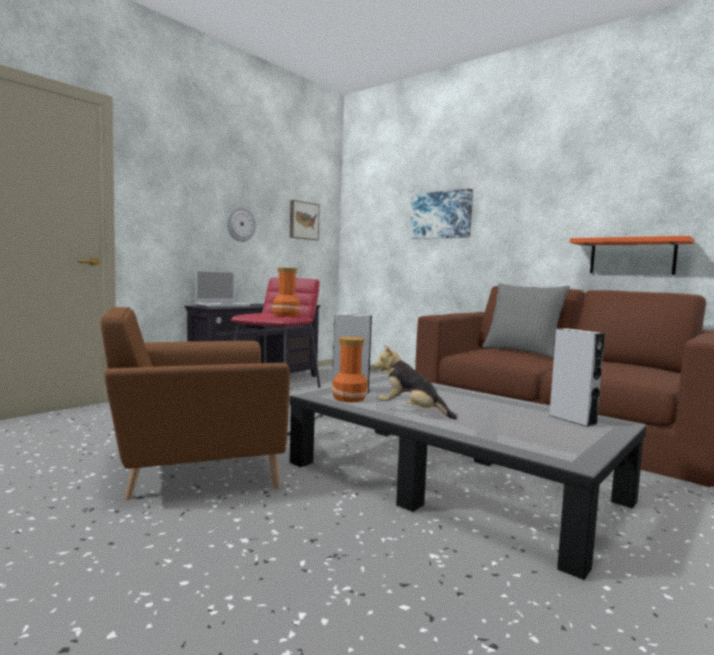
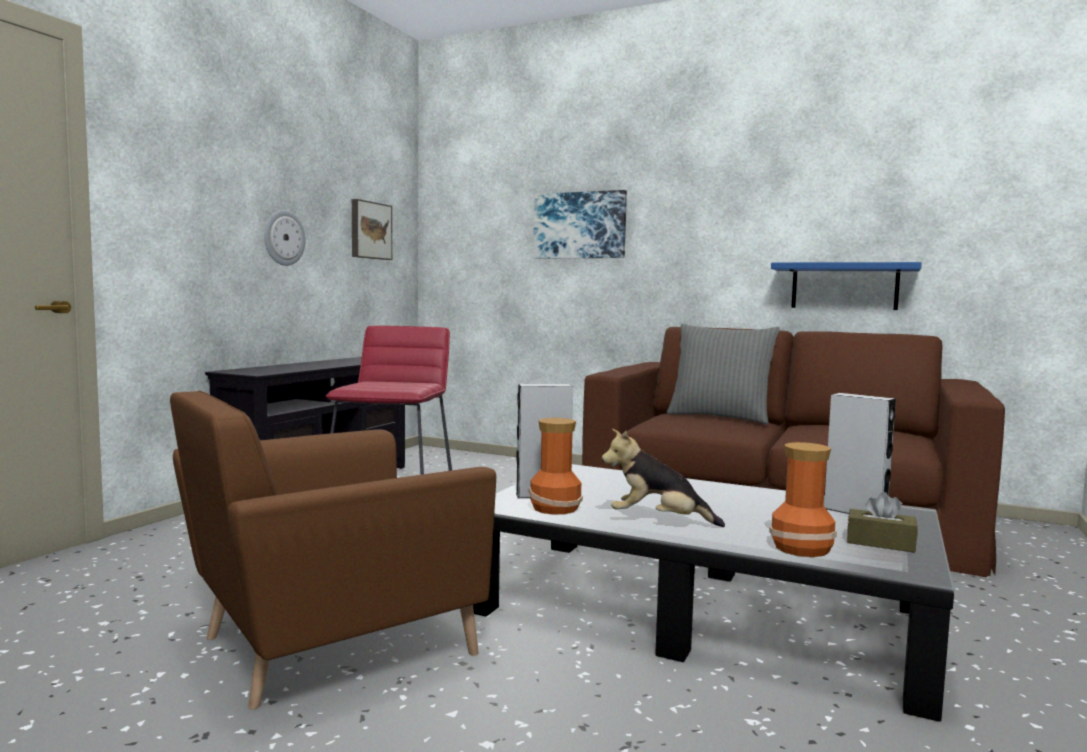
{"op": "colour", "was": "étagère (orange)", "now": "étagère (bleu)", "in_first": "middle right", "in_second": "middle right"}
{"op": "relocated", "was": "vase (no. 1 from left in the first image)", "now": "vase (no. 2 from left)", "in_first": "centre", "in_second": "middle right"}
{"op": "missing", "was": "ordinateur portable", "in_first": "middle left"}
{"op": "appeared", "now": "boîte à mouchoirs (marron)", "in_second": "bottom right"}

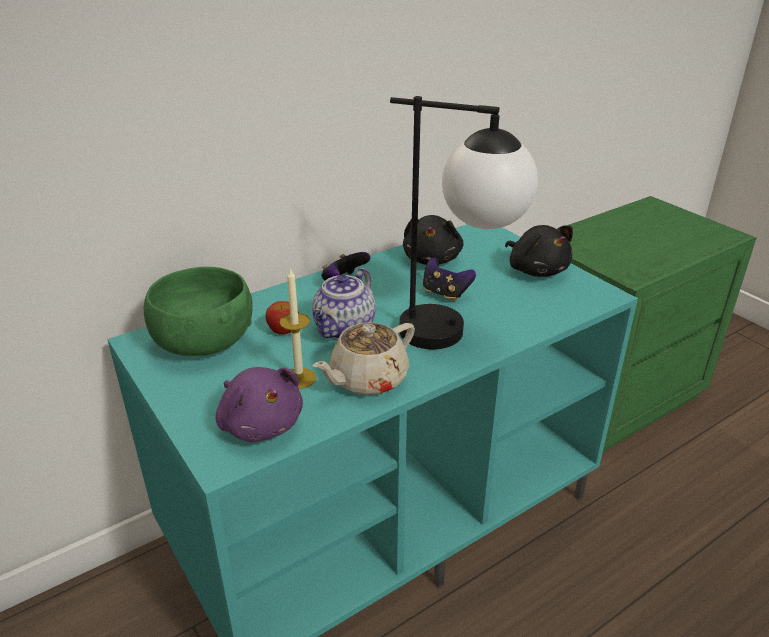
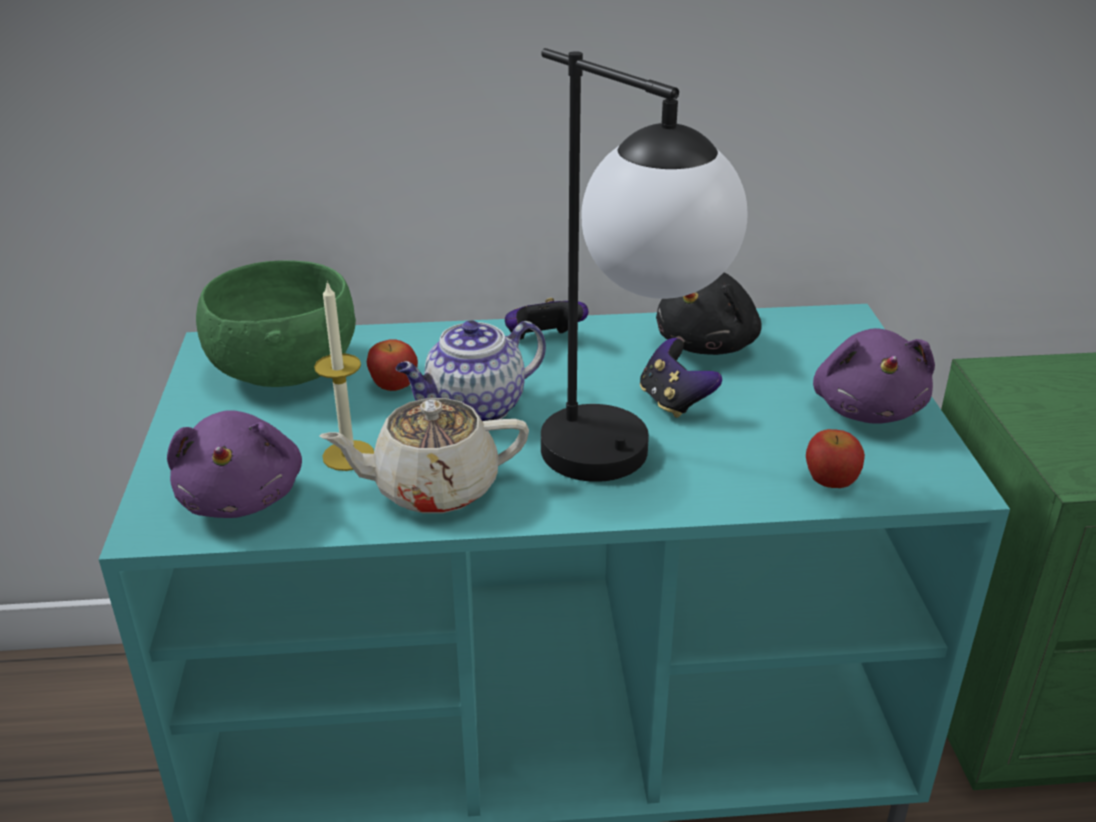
{"op": "colour", "was": "peluche (noir) (no. 2 from left)", "now": "peluche (violet) (no. 2 from left)", "in_first": "middle right", "in_second": "middle right"}
{"op": "appeared", "now": "pomme (no. 2 from left)", "in_second": "middle right"}

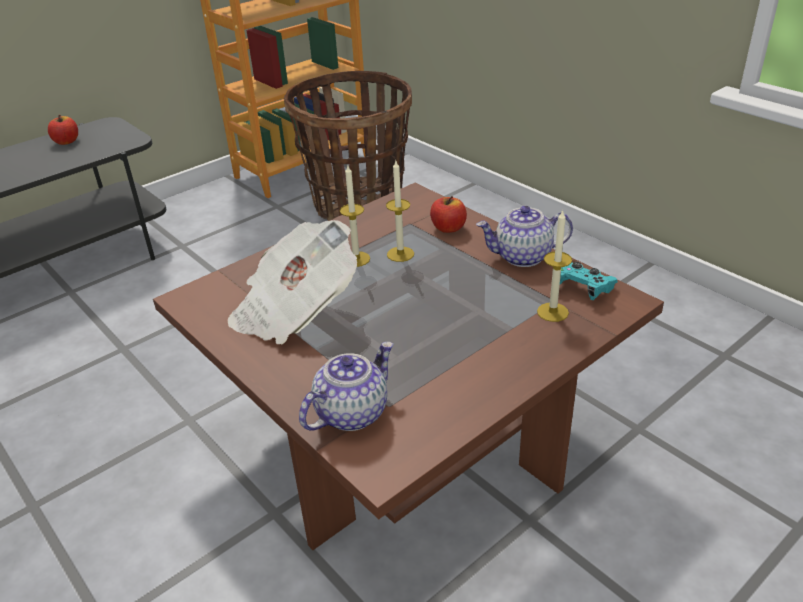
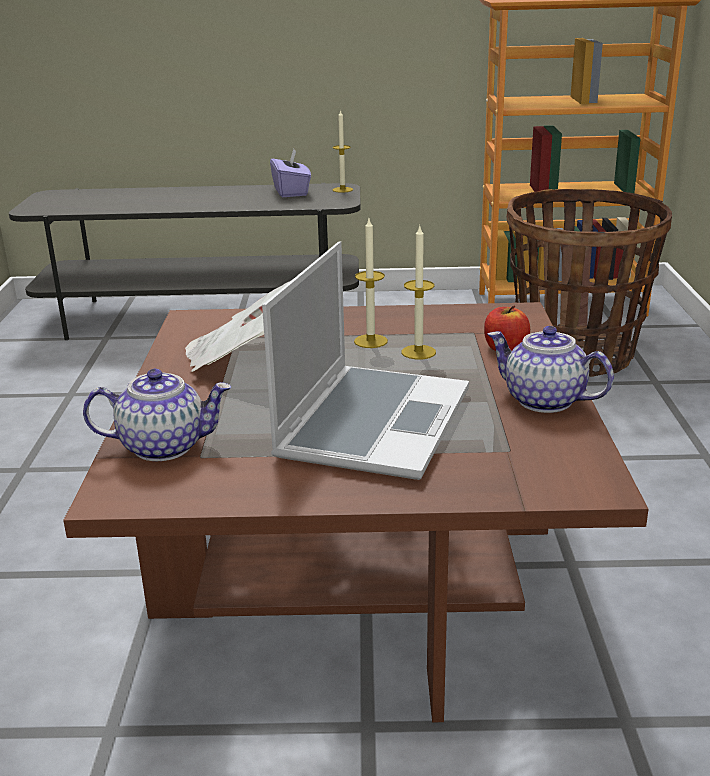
{"op": "exchanged", "was": "pomme (no. 1 from left)", "now": "boîte à mouchoirs (violet)", "in_first": "top left", "in_second": "top centre"}
{"op": "relocated", "was": "bougie (no. 3 from left in the first image)", "now": "bougie (no. 1 from left)", "in_first": "middle right", "in_second": "top centre"}
{"op": "missing", "was": "manette (turquoise)", "in_first": "middle right"}
{"op": "appeared", "now": "ordinateur portable", "in_second": "centre"}

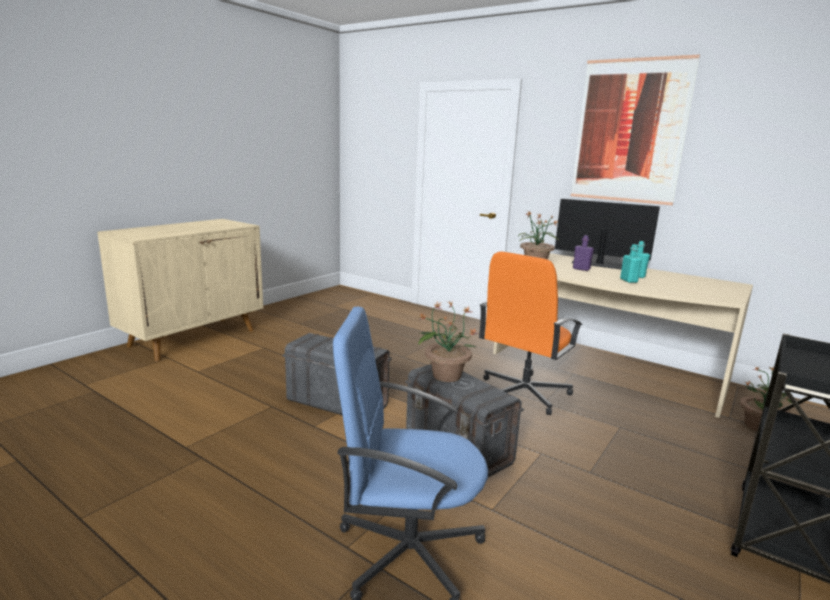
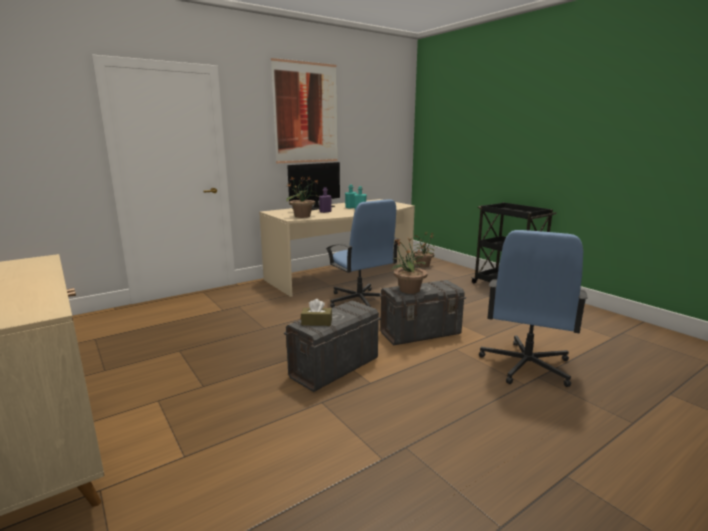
{"op": "colour", "was": "chaise de bureau (orange)", "now": "chaise de bureau (bleu) (no. 1 from left)", "in_first": "centre", "in_second": "centre"}
{"op": "appeared", "now": "boîte à mouchoirs (marron)", "in_second": "centre"}

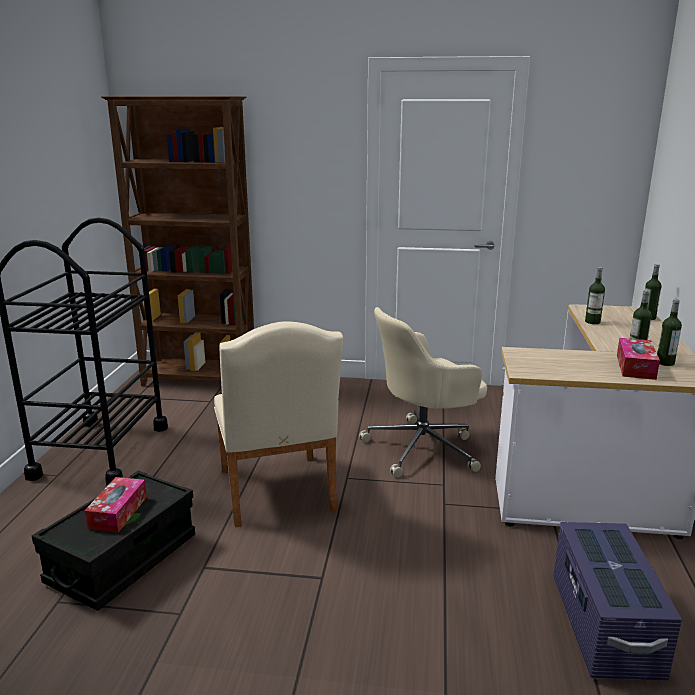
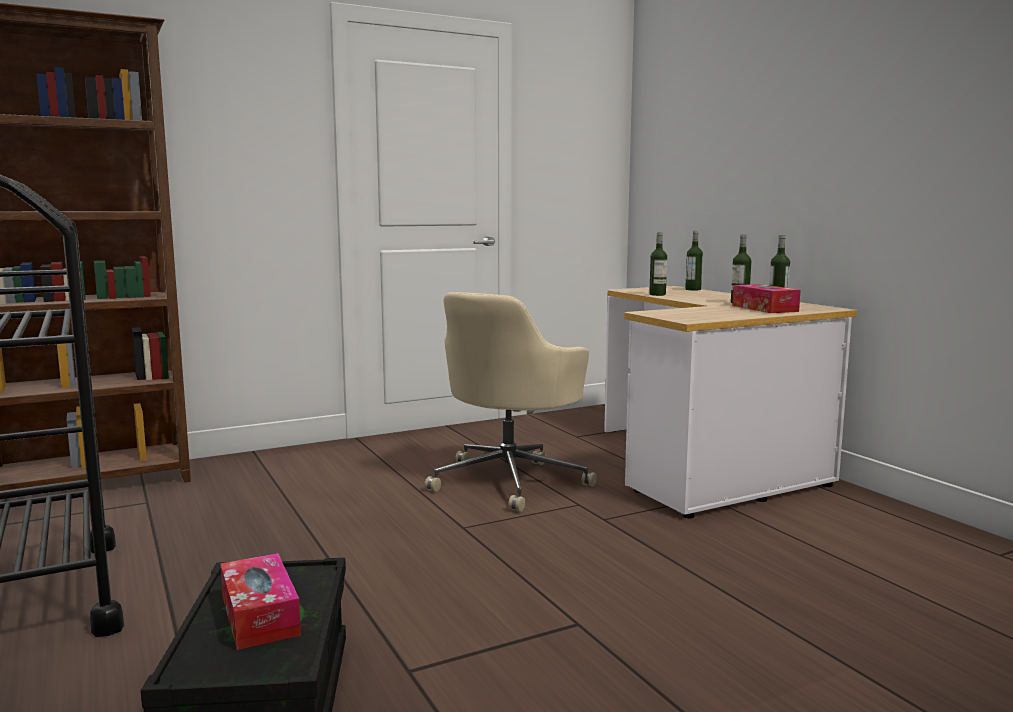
{"op": "missing", "was": "chaise (beige)", "in_first": "centre"}
{"op": "missing", "was": "boîte de rangement (violet)", "in_first": "bottom right"}

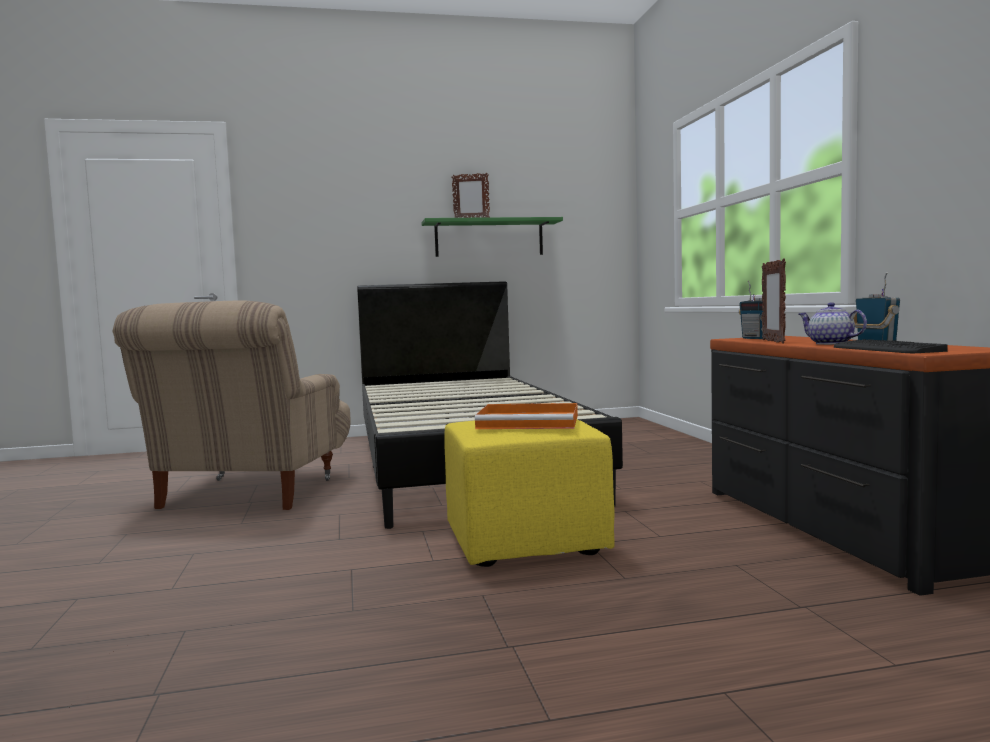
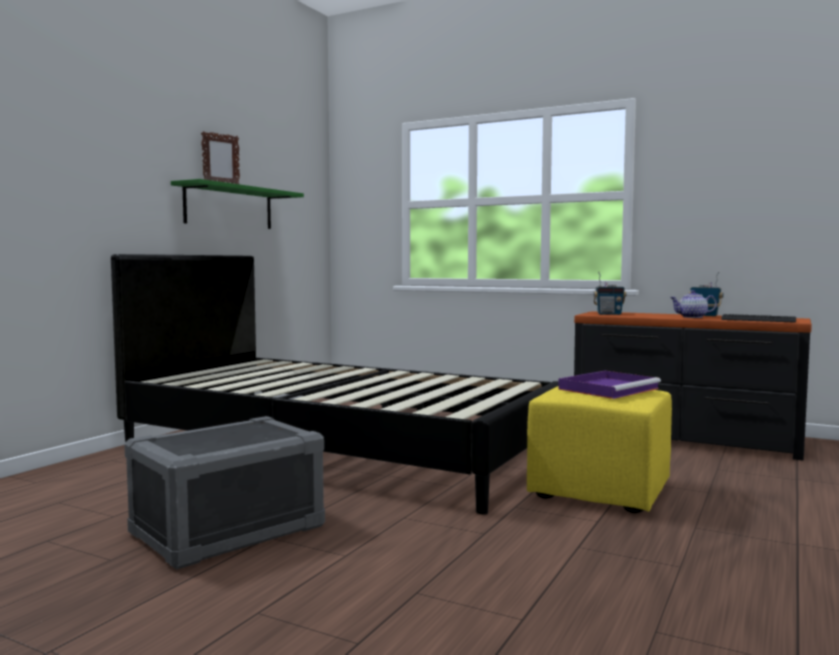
{"op": "missing", "was": "cadre photo (no. 2 from left)", "in_first": "middle right"}
{"op": "exchanged", "was": "fauteuil (beige)", "now": "boîte de rangement (gris)", "in_first": "middle left", "in_second": "bottom left"}
{"op": "colour", "was": "plateau (orange)", "now": "plateau (violet)", "in_first": "centre", "in_second": "middle right"}

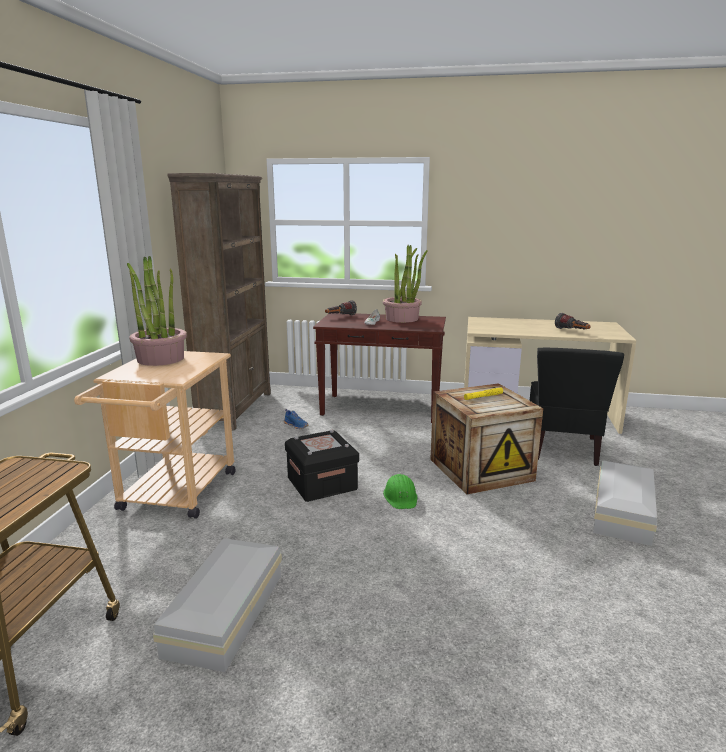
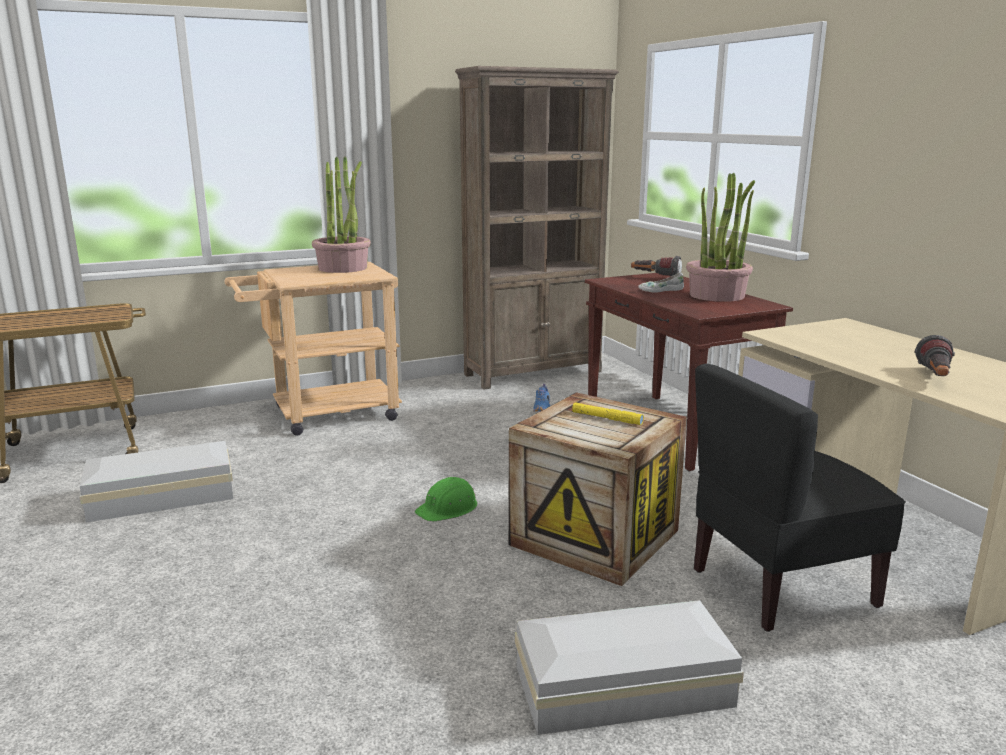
{"op": "missing", "was": "boîte de rangement (noir)", "in_first": "centre"}

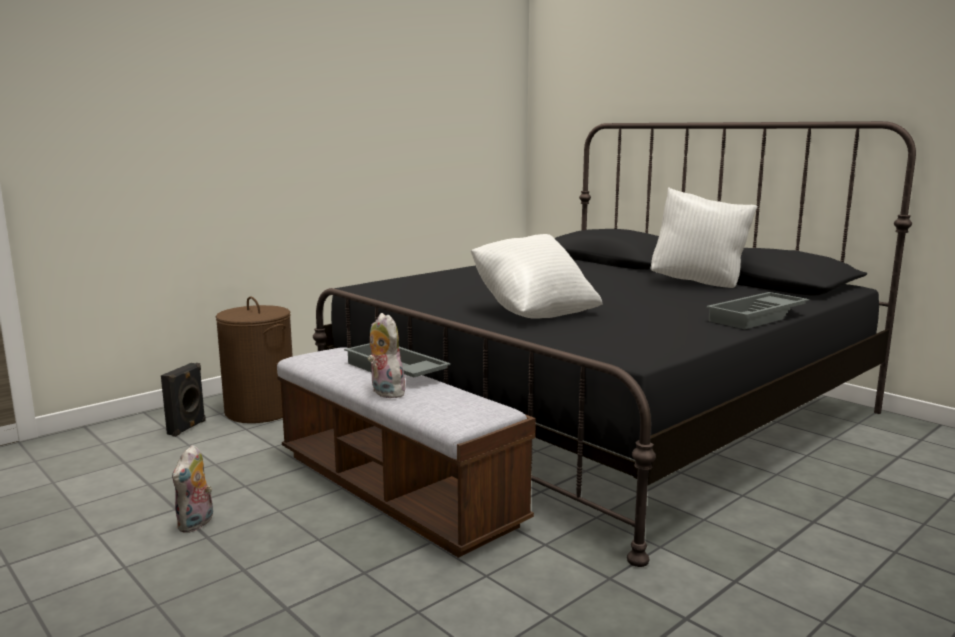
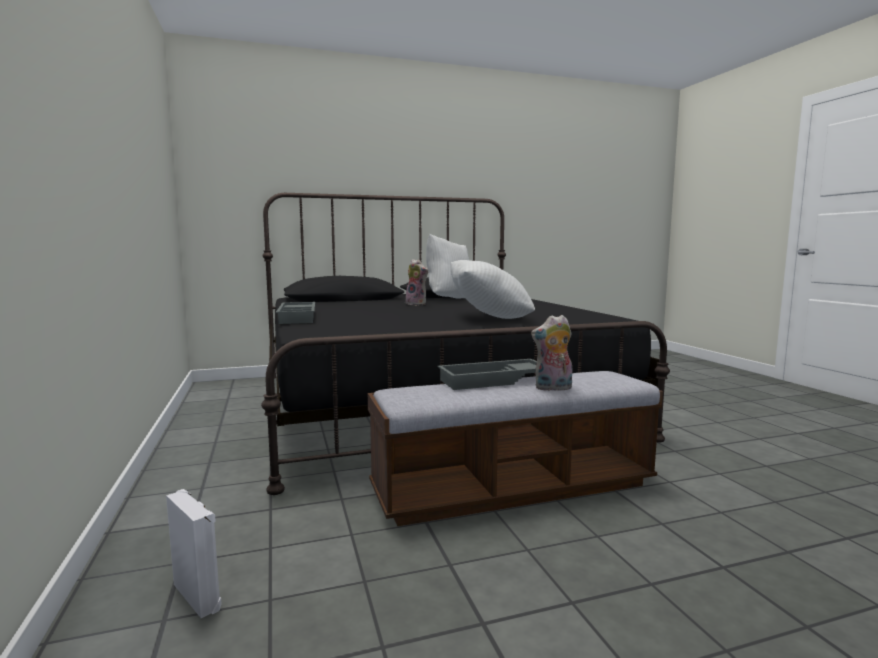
{"op": "relocated", "was": "plateau (gris) (no. 2 from left in the first image)", "now": "plateau (gris) (no. 1 from left)", "in_first": "middle right", "in_second": "centre"}
{"op": "missing", "was": "panier à linge (marron)", "in_first": "middle left"}
{"op": "colour", "was": "enceinte (noir)", "now": "enceinte (blanc)", "in_first": "middle left", "in_second": "bottom left"}
{"op": "relocated", "was": "peluche (no. 1 from left)", "in_first": "bottom left", "in_second": "centre"}

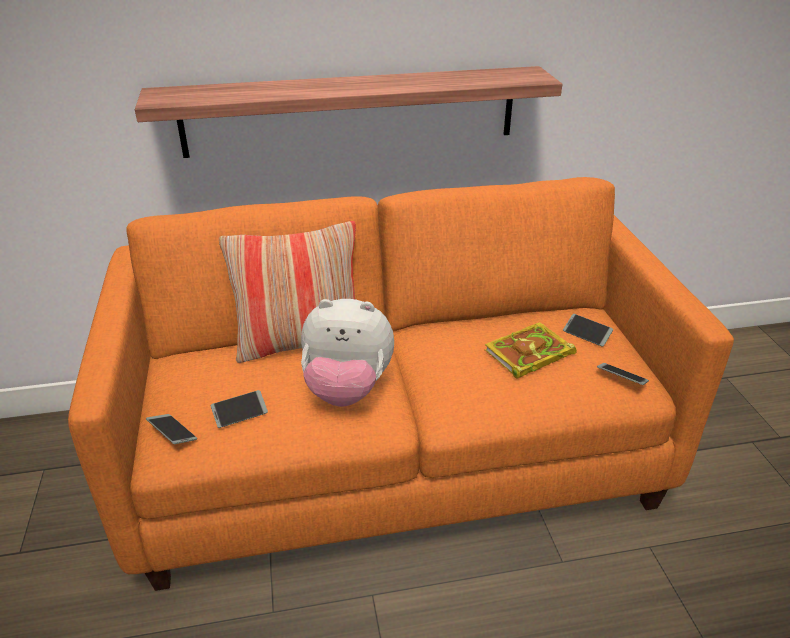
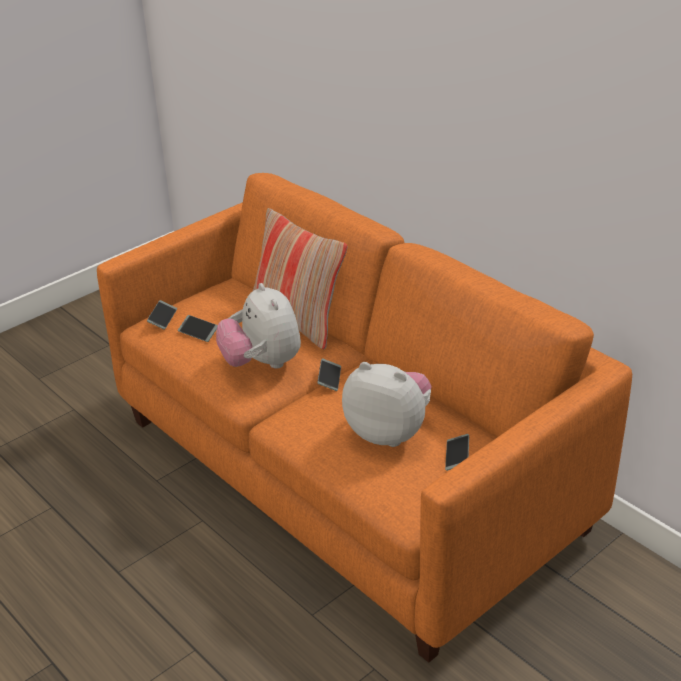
{"op": "missing", "was": "étagère", "in_first": "top centre"}
{"op": "exchanged", "was": "livre", "now": "peluche (no. 2 from left)", "in_first": "middle right", "in_second": "centre"}
{"op": "relocated", "was": "téléphone (no. 4 from left in the first image)", "now": "téléphone (no. 3 from left)", "in_first": "middle right", "in_second": "centre"}

